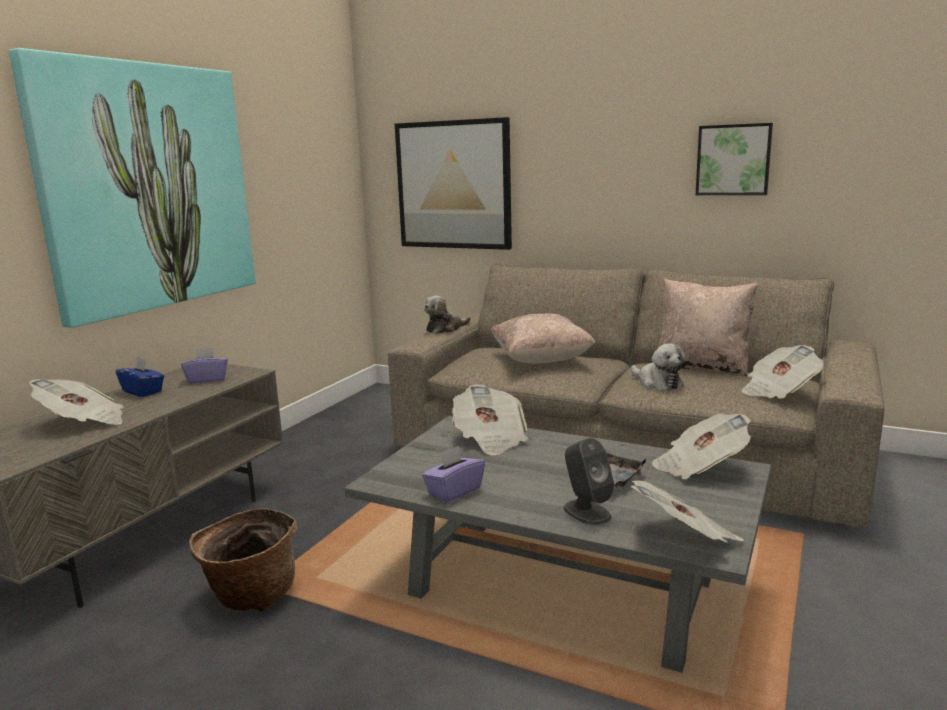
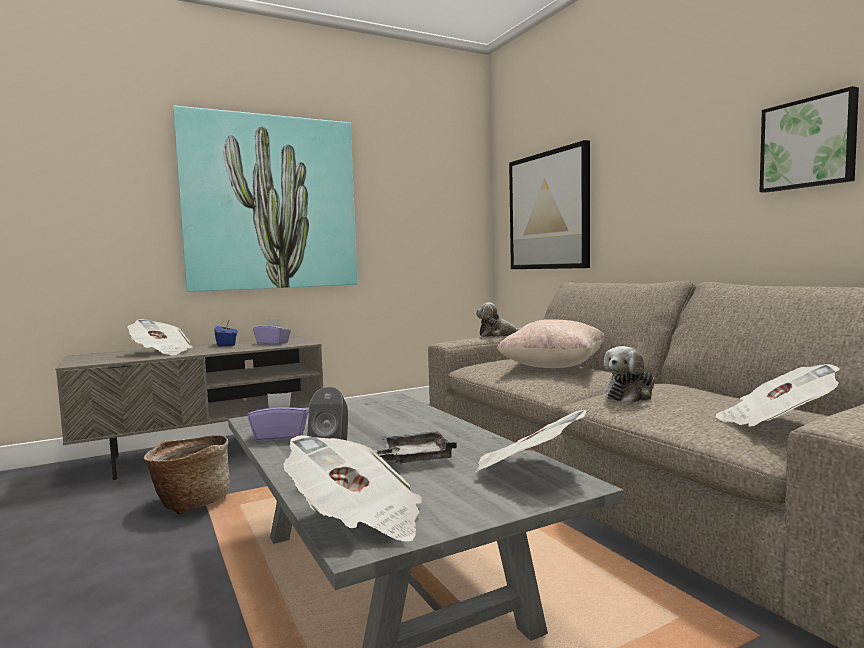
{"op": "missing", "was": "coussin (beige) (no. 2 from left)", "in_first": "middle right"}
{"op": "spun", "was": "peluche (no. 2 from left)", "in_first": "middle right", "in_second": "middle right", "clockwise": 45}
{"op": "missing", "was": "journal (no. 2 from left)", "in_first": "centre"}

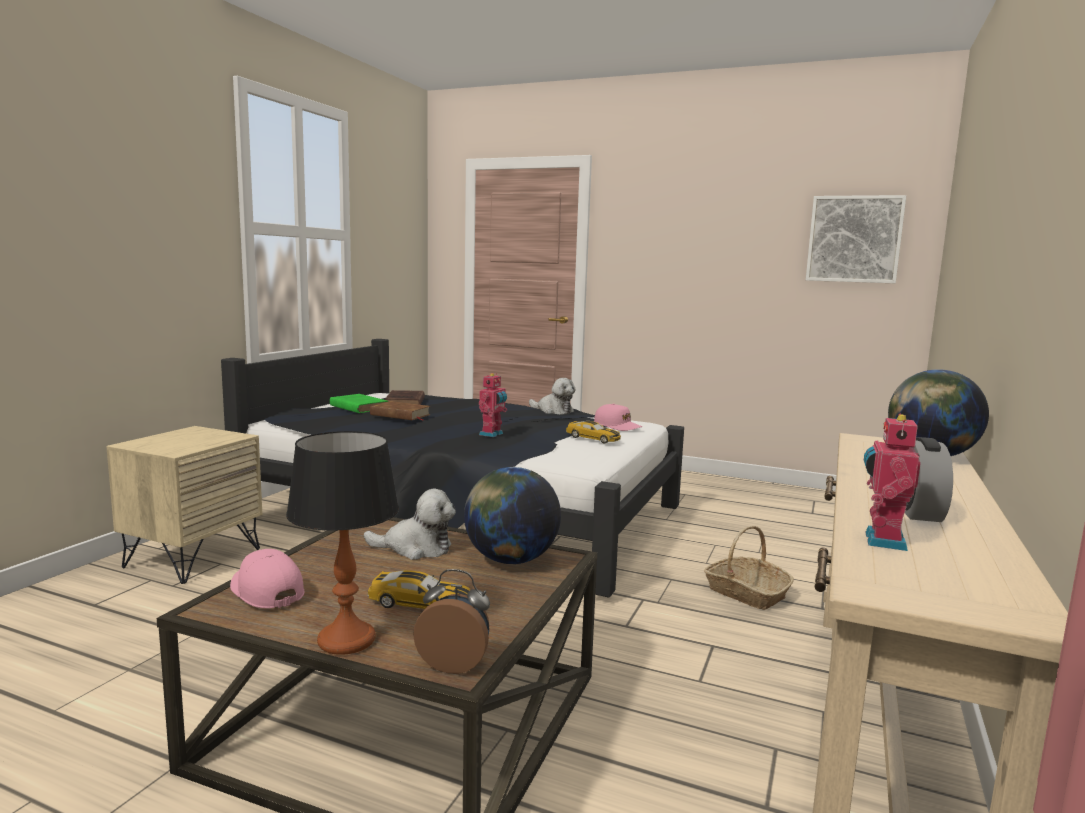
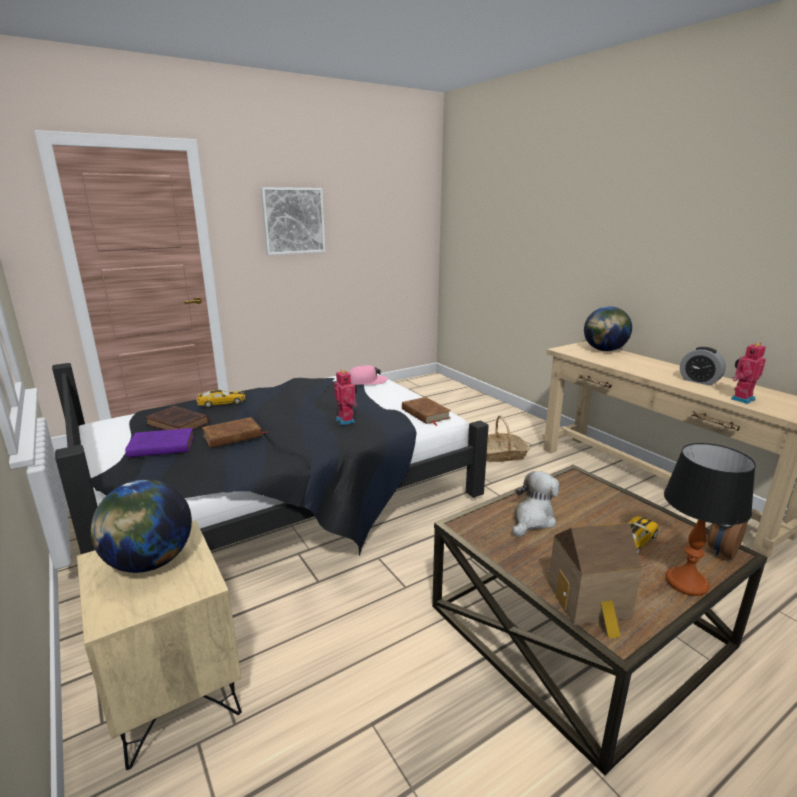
{"op": "relocated", "was": "tableau", "in_first": "top right", "in_second": "top centre"}
{"op": "missing", "was": "peluche (no. 2 from left)", "in_first": "centre"}
{"op": "colour", "was": "livre (vert)", "now": "livre (violet)", "in_first": "middle left", "in_second": "middle left"}
{"op": "spun", "was": "robot jouet (no. 2 from left)", "in_first": "middle right", "in_second": "middle right", "clockwise": 90}
{"op": "relocated", "was": "petite voiture (no. 2 from left in the first image)", "now": "petite voiture (no. 1 from left)", "in_first": "centre", "in_second": "middle left"}
{"op": "relocated", "was": "globe (no. 1 from left)", "in_first": "centre", "in_second": "middle left"}
{"op": "exchanged", "was": "casquette (rose) (no. 1 from left)", "now": "maison miniature", "in_first": "bottom left", "in_second": "bottom right"}
{"op": "appeared", "now": "livre (marron) (no. 3 from left)", "in_second": "centre"}

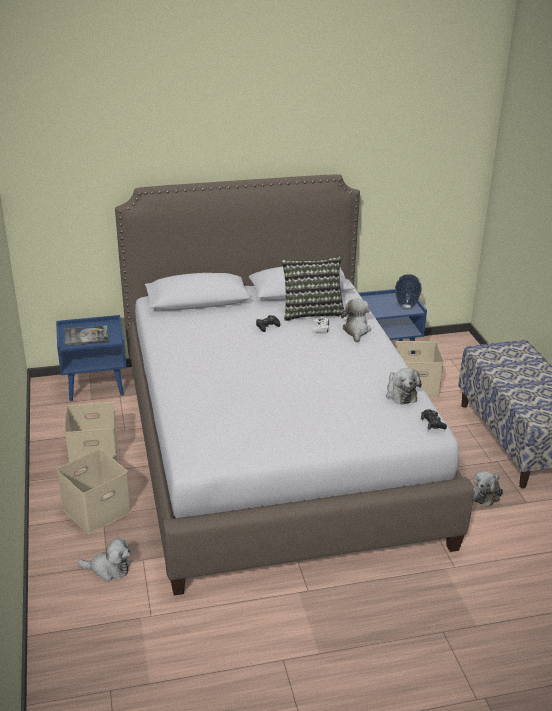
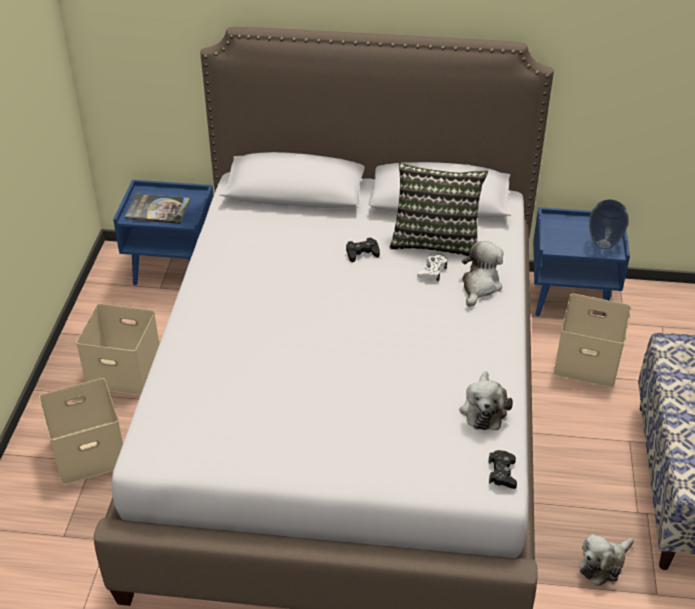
{"op": "missing", "was": "peluche (no. 1 from left)", "in_first": "bottom left"}

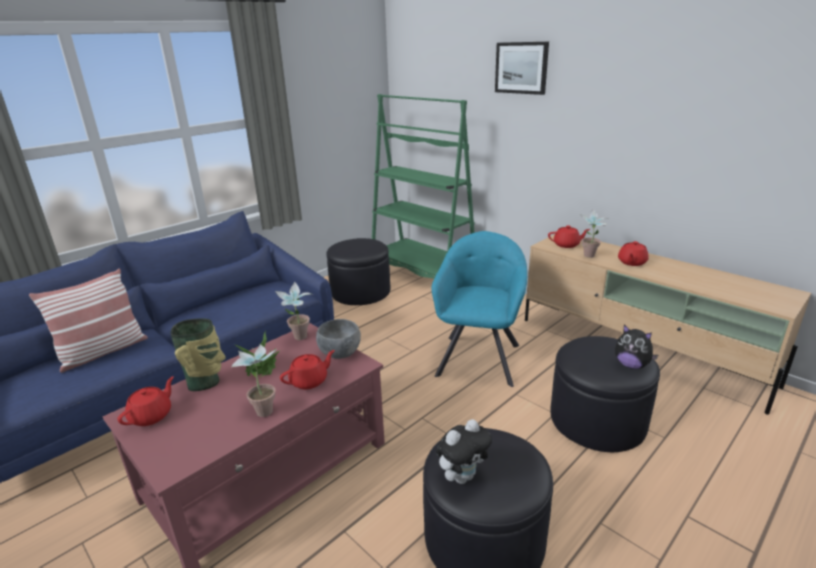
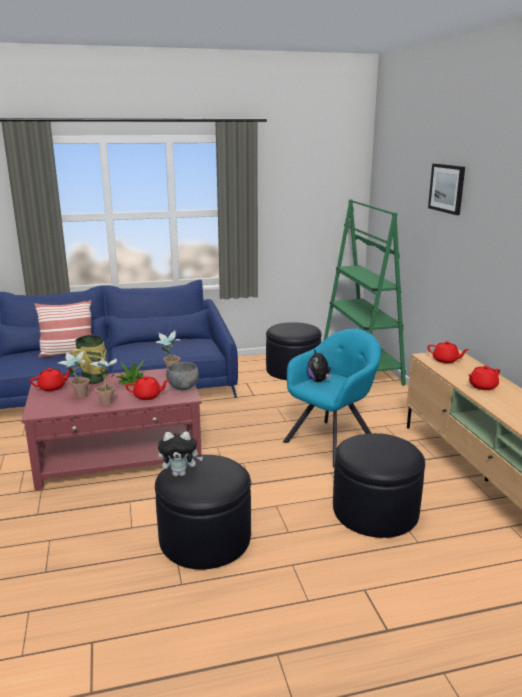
{"op": "relocated", "was": "plante en pot (no. 4 from left in the first image)", "now": "plante en pot (no. 1 from left)", "in_first": "middle right", "in_second": "middle left"}
{"op": "relocated", "was": "peluche (no. 2 from left)", "in_first": "middle right", "in_second": "centre"}

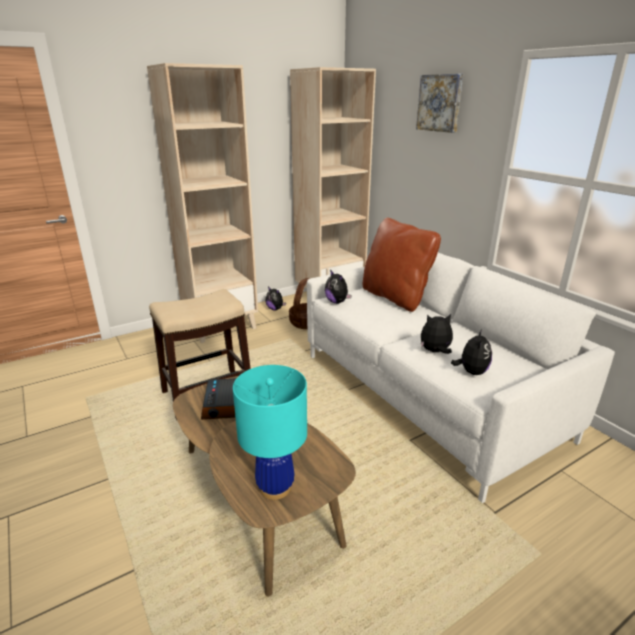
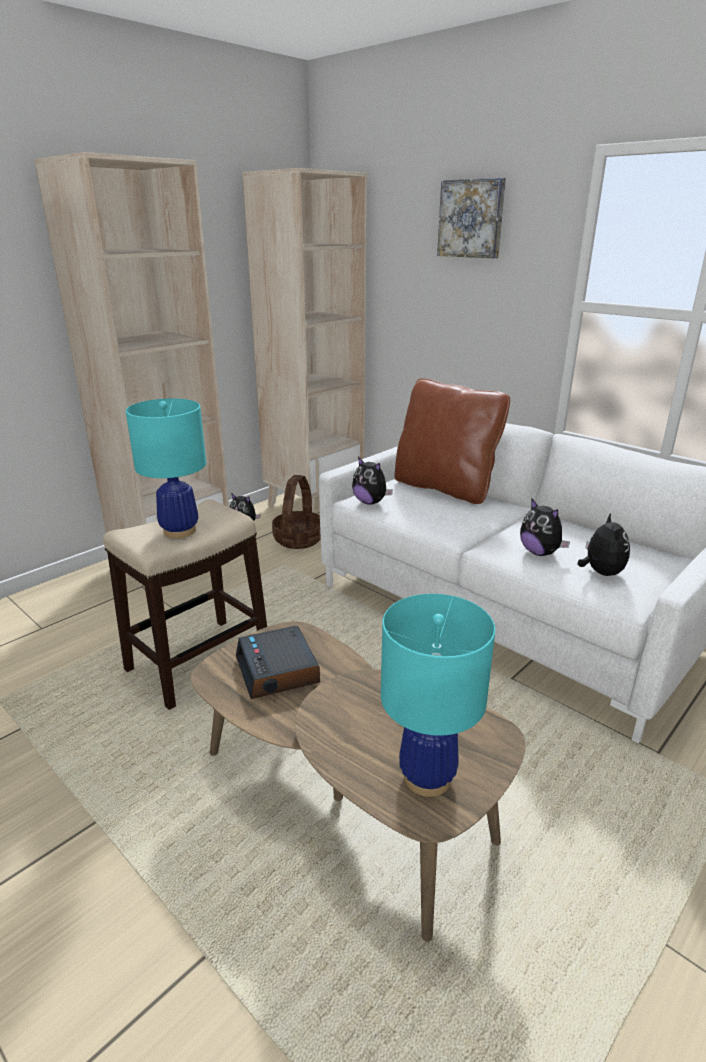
{"op": "spun", "was": "peluche (no. 3 from left)", "in_first": "middle right", "in_second": "middle right", "clockwise": -105}
{"op": "appeared", "now": "lampe de table (turquoise) (no. 1 from left)", "in_second": "middle left"}

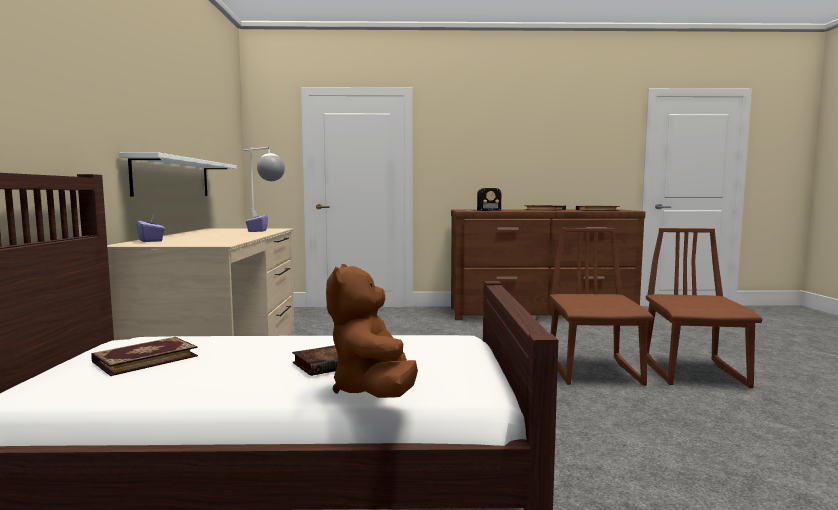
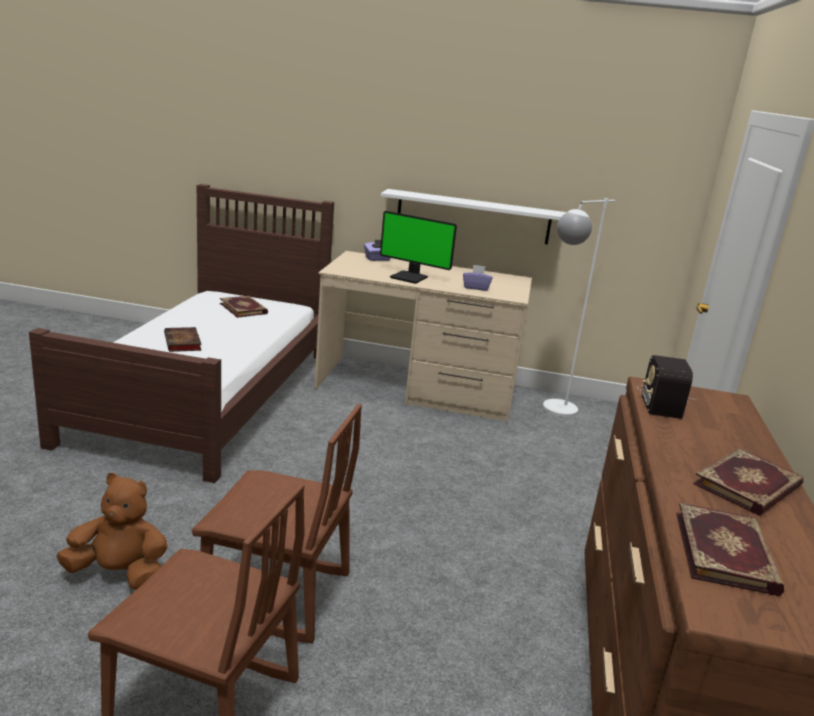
{"op": "relocated", "was": "peluche (marron)", "in_first": "centre", "in_second": "bottom left"}
{"op": "appeared", "now": "écran d'ordinateur", "in_second": "centre"}

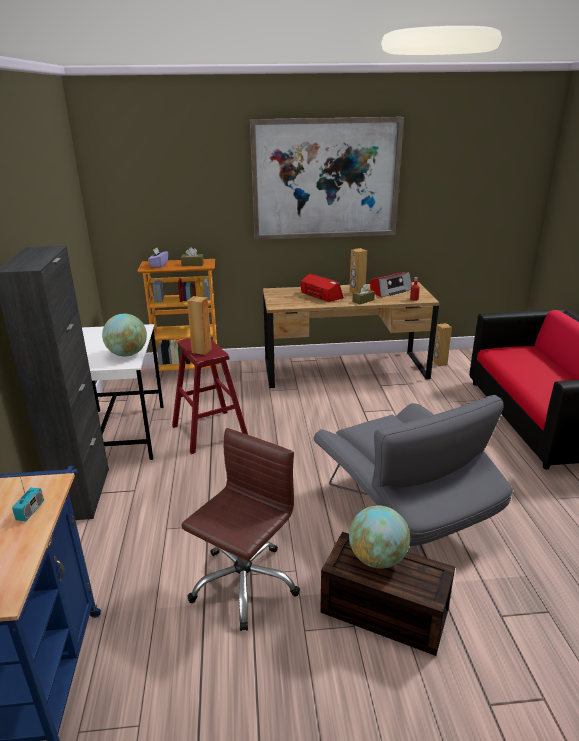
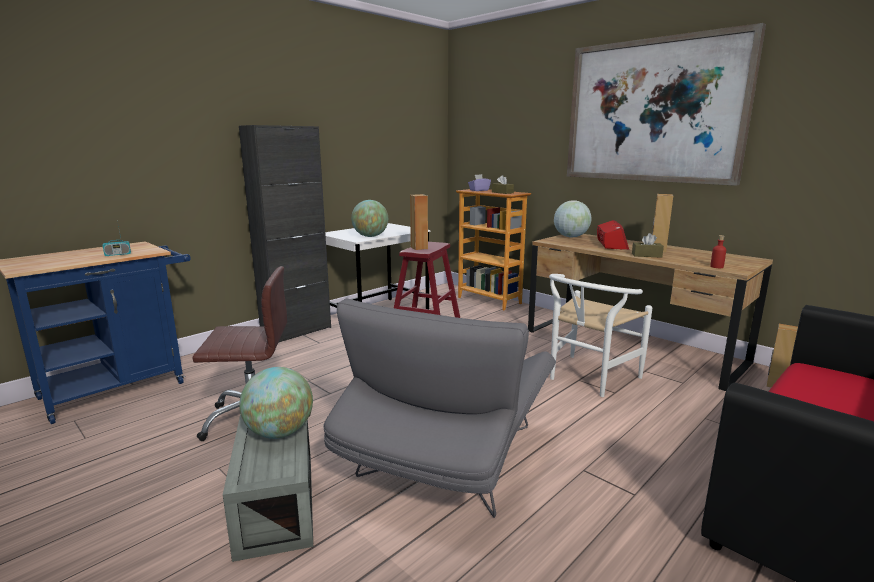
{"op": "missing", "was": "radio (no. 3 from left)", "in_first": "middle right"}
{"op": "colour", "was": "boîte de rangement (marron)", "now": "boîte de rangement (gris)", "in_first": "bottom right", "in_second": "bottom left"}
{"op": "appeared", "now": "globe (no. 3 from left)", "in_second": "centre"}
{"op": "appeared", "now": "chaise (blanc)", "in_second": "middle right"}

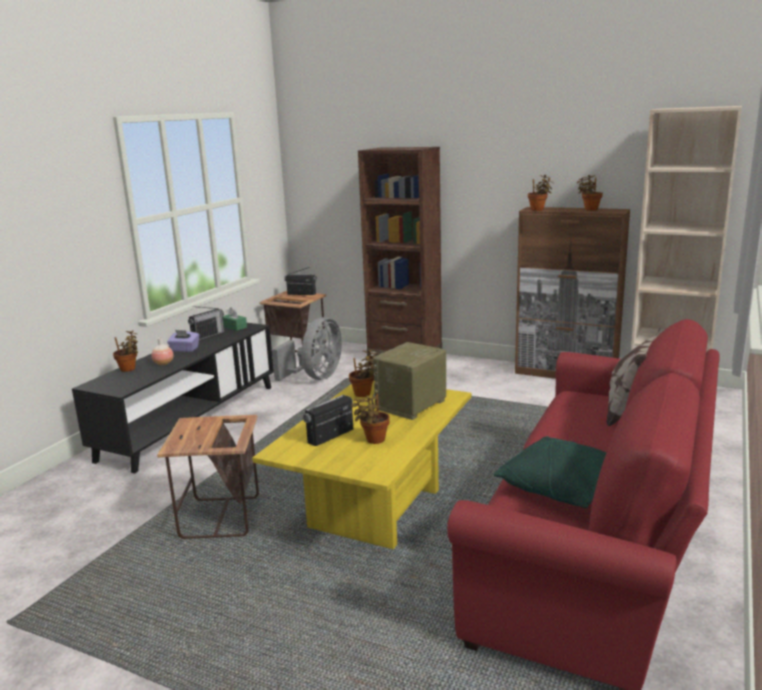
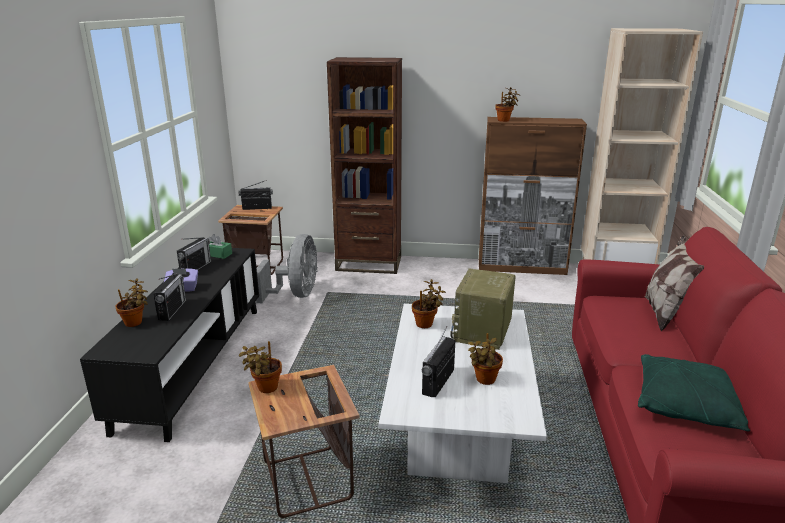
{"op": "relocated", "was": "plante en pot (no. 5 from left in the first image)", "now": "plante en pot (no. 2 from left)", "in_first": "top right", "in_second": "bottom left"}
{"op": "exchanged", "was": "vase", "now": "radio (no. 1 from left)", "in_first": "middle left", "in_second": "middle left"}
{"op": "colour", "was": "table basse (jaune)", "now": "table basse (blanc)", "in_first": "bottom centre", "in_second": "bottom centre"}

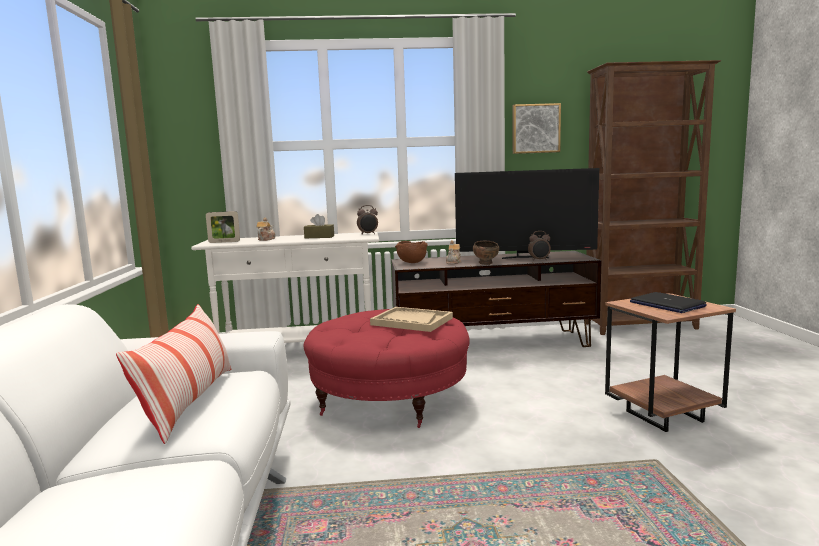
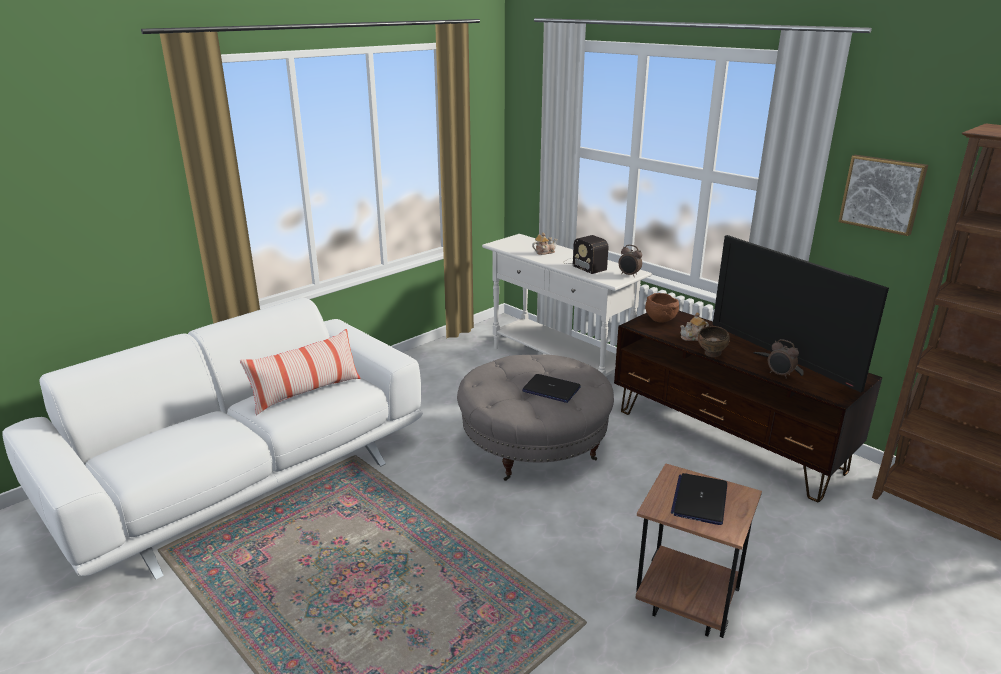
{"op": "missing", "was": "cadre photo", "in_first": "middle left"}
{"op": "exchanged", "was": "boîte à mouchoirs (marron)", "now": "radio", "in_first": "centre", "in_second": "centre"}
{"op": "exchanged", "was": "plateau (beige)", "now": "ordinateur portable (no. 1 from left)", "in_first": "centre", "in_second": "centre"}
{"op": "colour", "was": "pouf (rouge)", "now": "pouf (gris)", "in_first": "bottom centre", "in_second": "centre"}

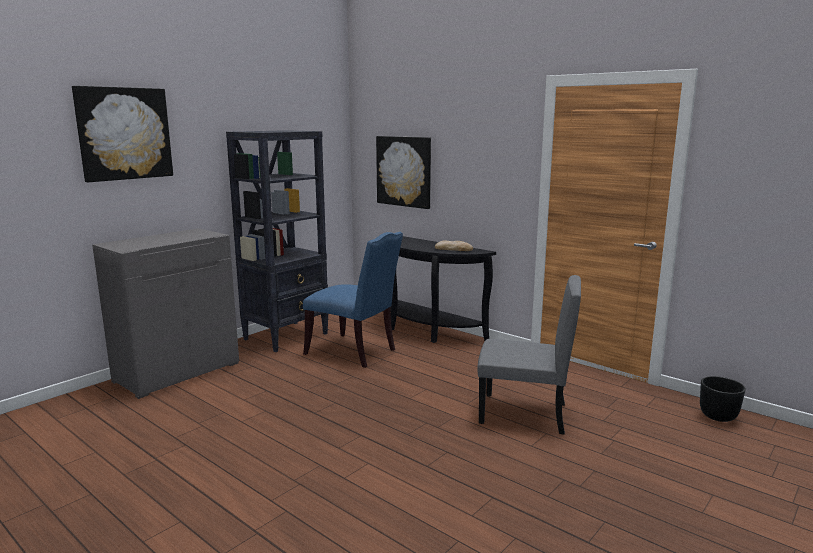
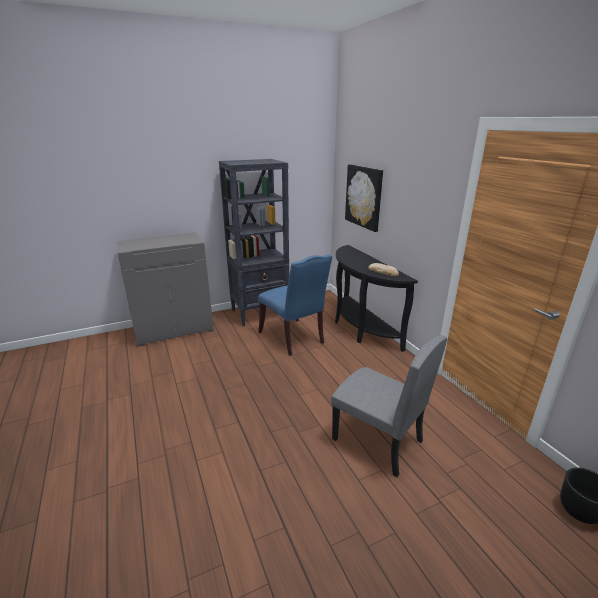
{"op": "missing", "was": "tableau (no. 1 from left)", "in_first": "top left"}

